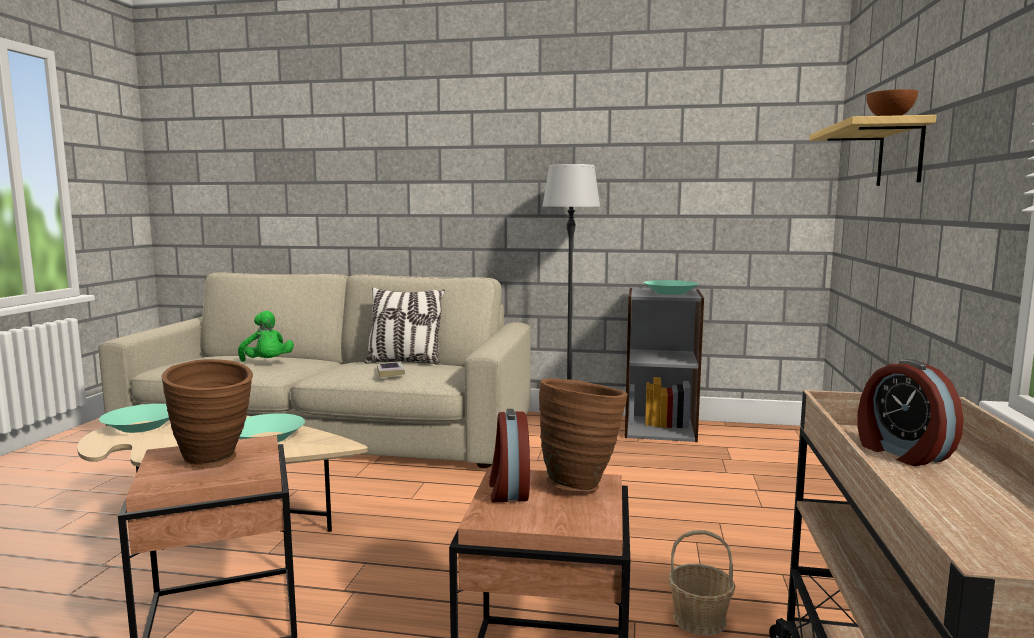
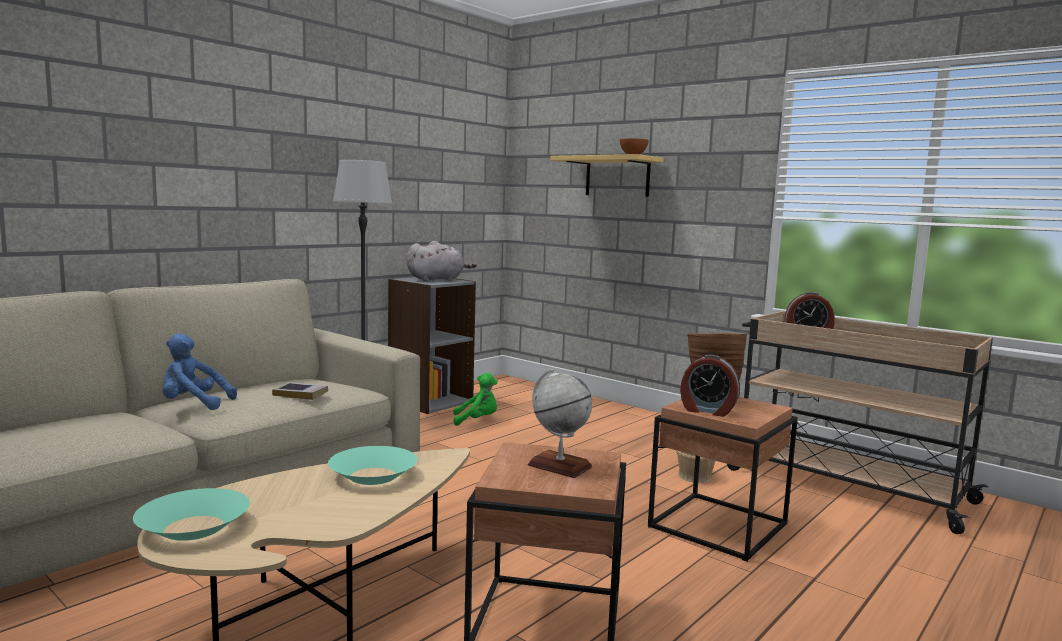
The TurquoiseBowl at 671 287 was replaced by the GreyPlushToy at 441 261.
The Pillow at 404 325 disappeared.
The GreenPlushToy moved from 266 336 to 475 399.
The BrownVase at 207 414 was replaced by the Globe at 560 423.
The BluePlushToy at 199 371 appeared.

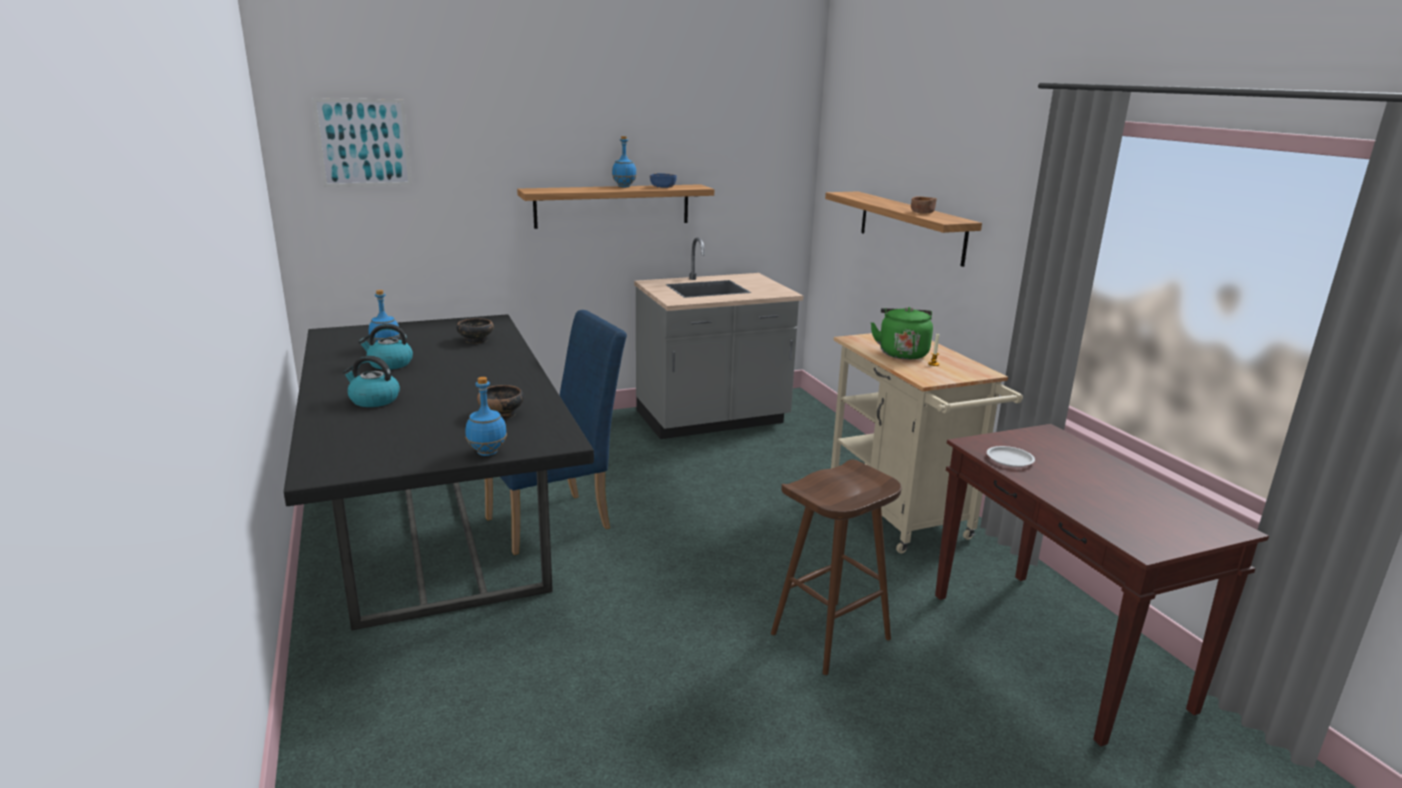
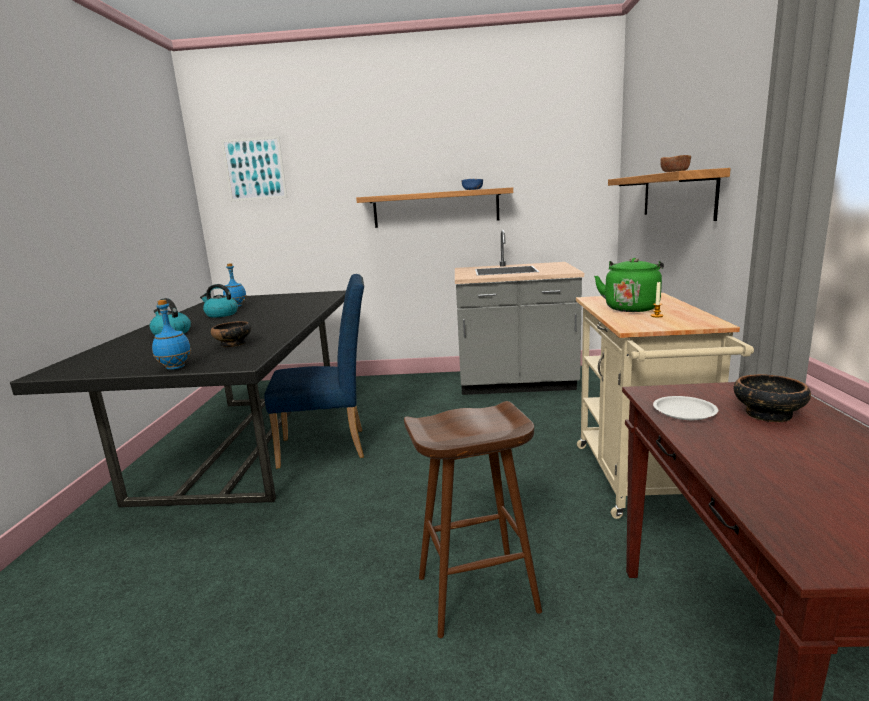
The BlueBottle at 624 162 disappeared.
The Bowl moved from 475 331 to 772 398.

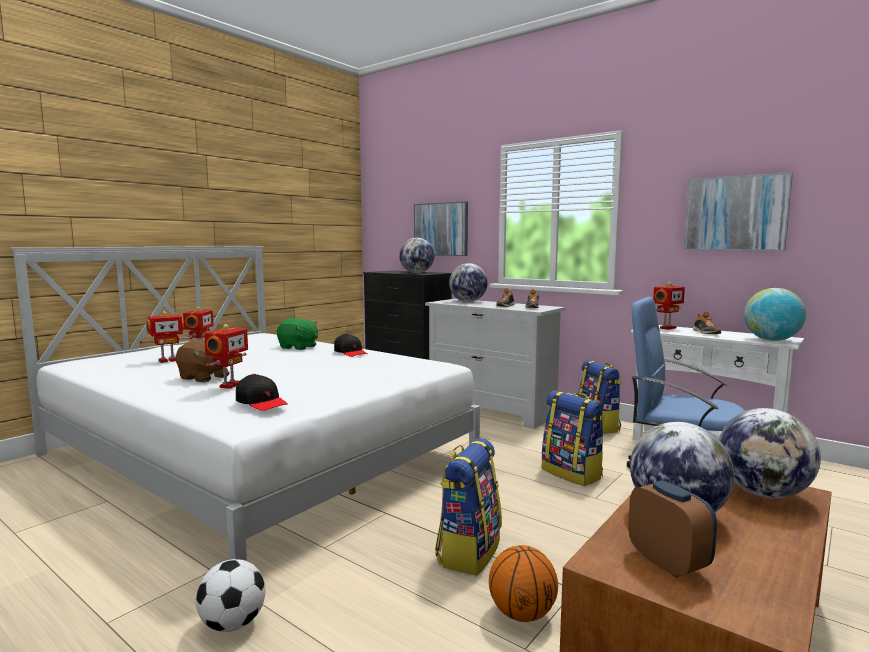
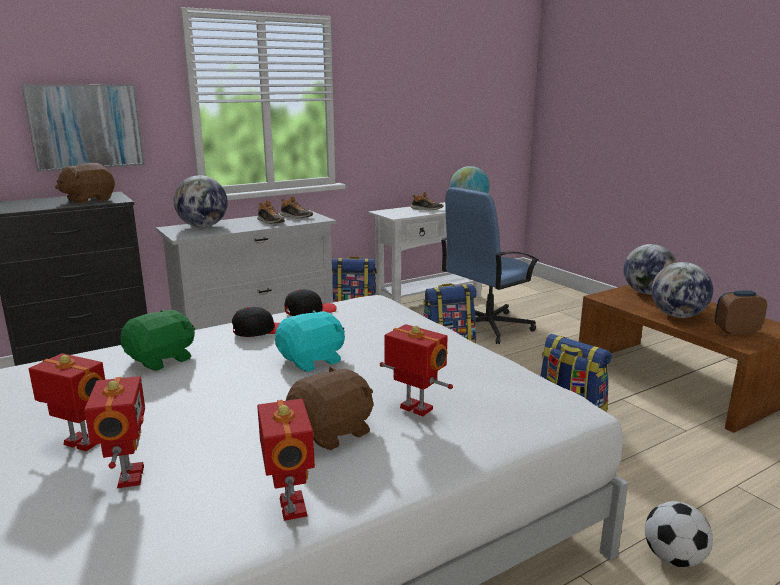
The Picture at 738 211 disappeared.
The Globe at 417 255 was replaced by the BrownPlushToy at 85 183.
The ToyRobot moved from 669 306 to 286 460.
The BlackCap moved from 262 392 to 311 302.
The Basketball at 523 583 disappeared.
The TurquoisePlushToy at 310 341 appeared.

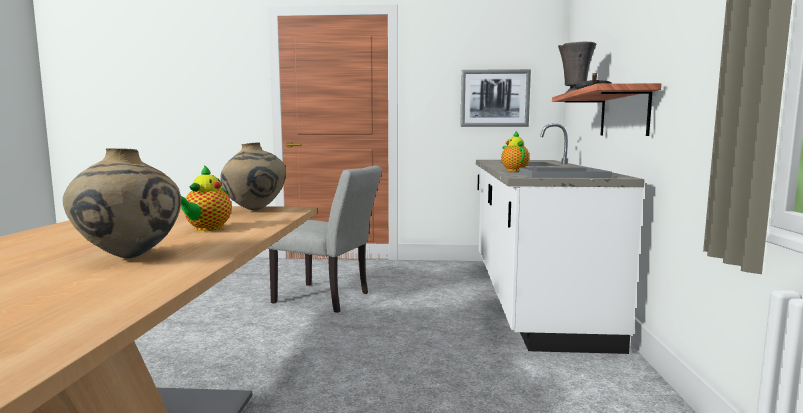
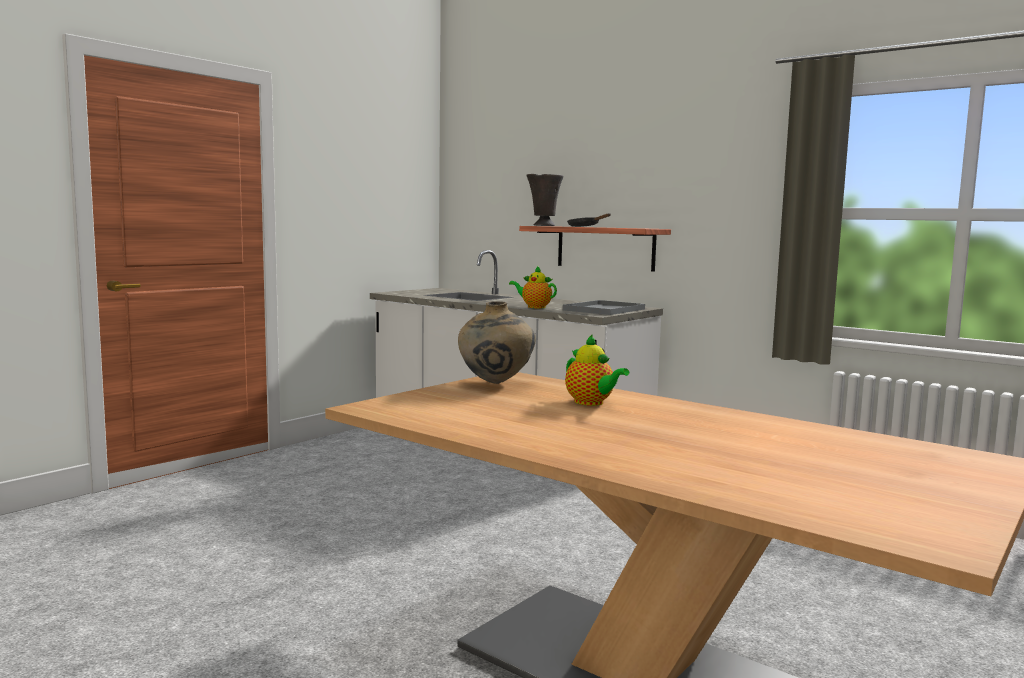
The Picture at 496 98 disappeared.
The BeigeVase at 122 203 disappeared.
The GreyChair at 324 239 disappeared.

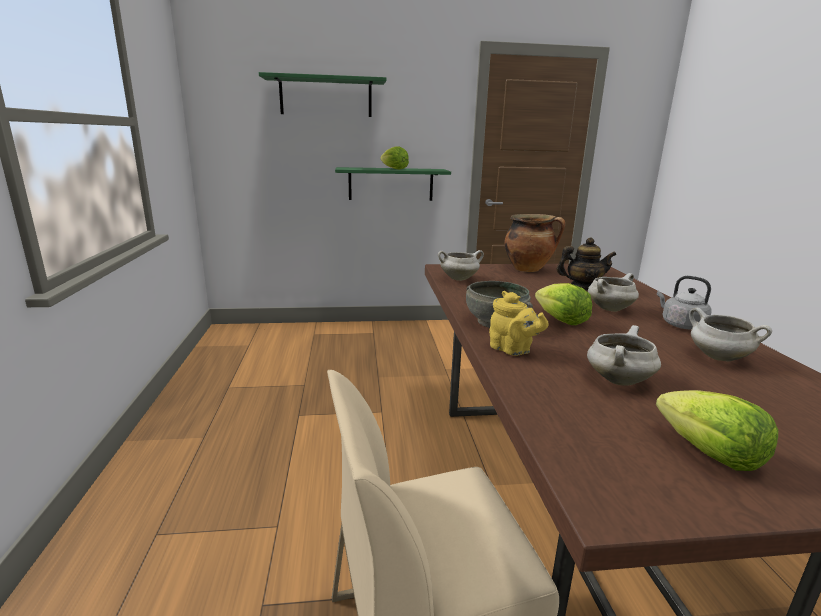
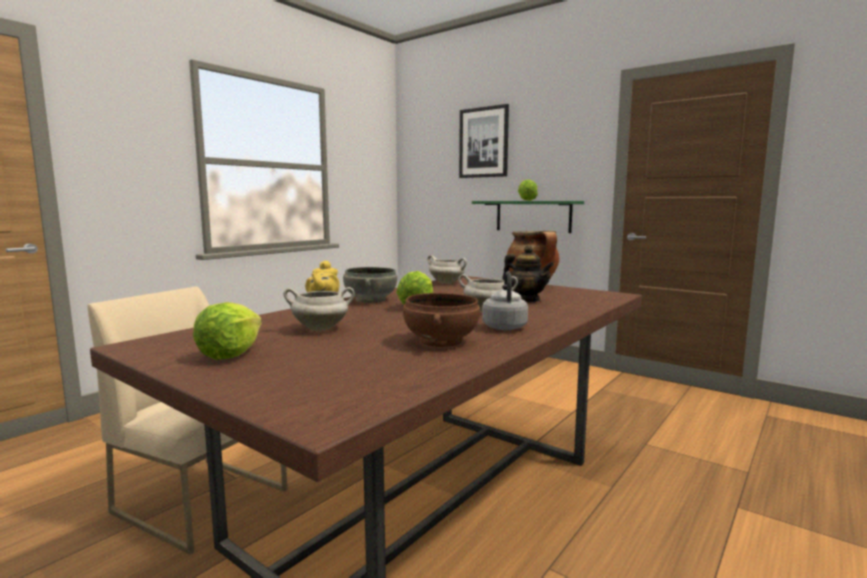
The GreenShelf at 322 94 was replaced by the Picture at 484 141.
The WhiteCookingPot at 730 334 was replaced by the BrownBowl at 441 320.

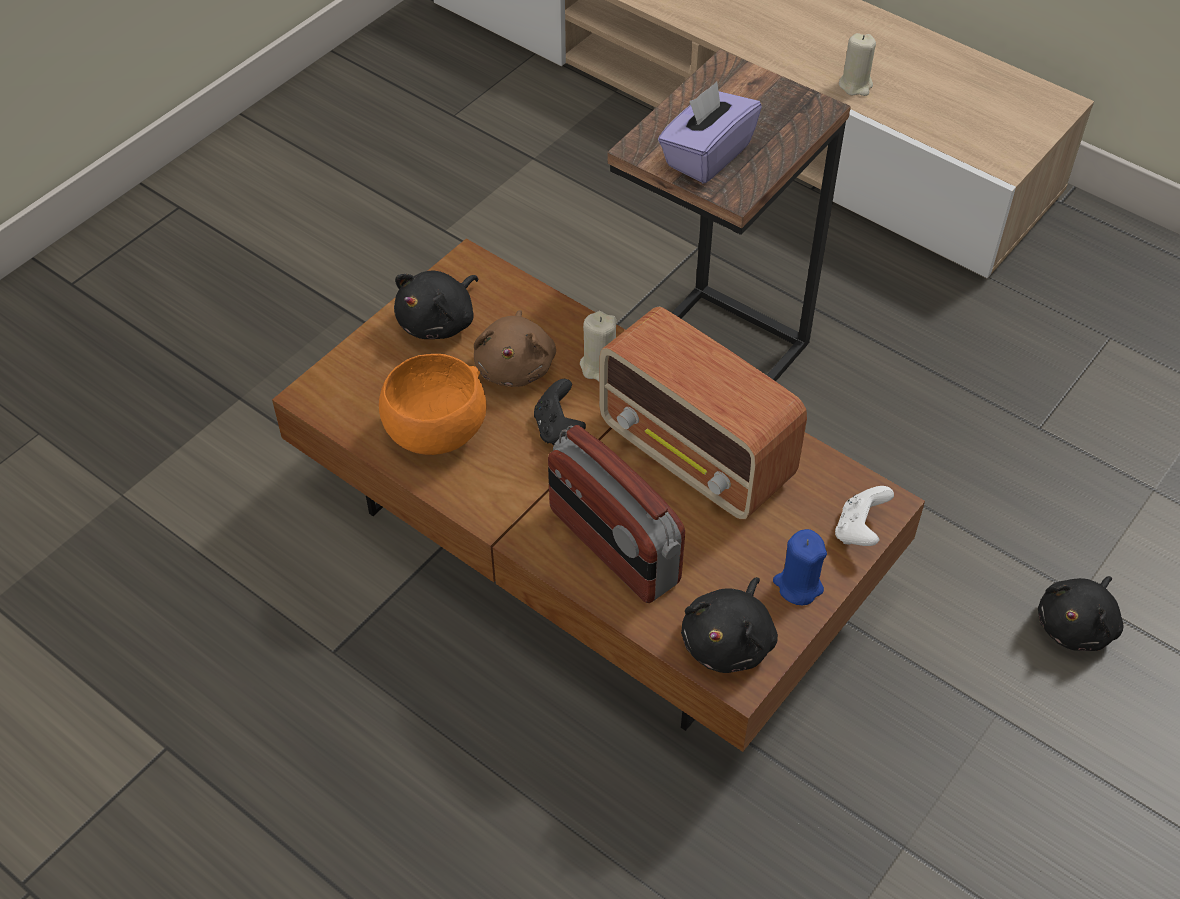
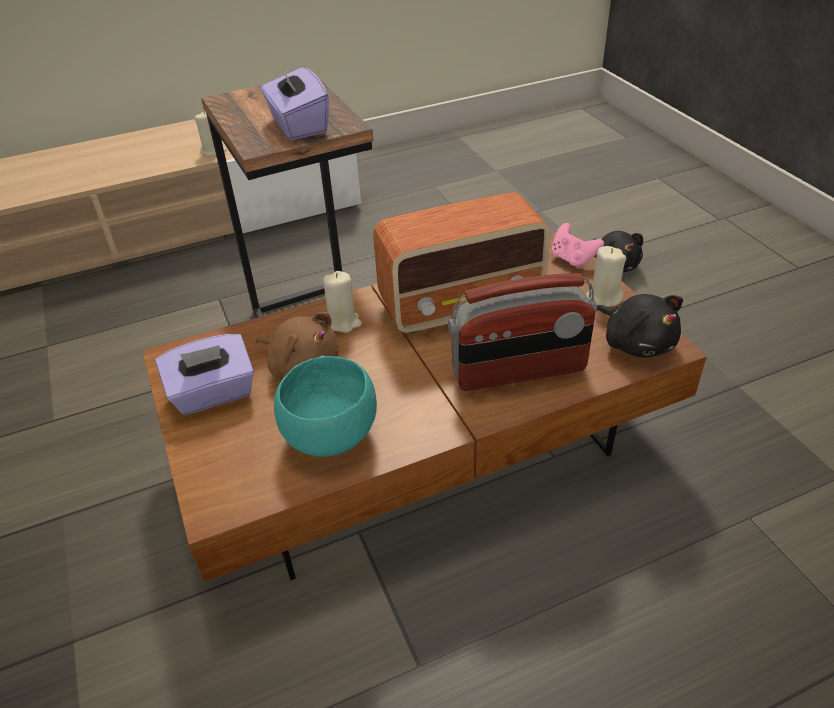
The BlackPlushToy at 436 305 was replaced by the PurpleTissueBox at 204 374.
The OrangeBowl at 432 404 became the TurquoiseBowl at 325 406.
The BlackGameController at 560 412 disappeared.
The WhiteGameController at 864 516 became the PinkGameController at 578 246.
The BlueCandle at 800 567 became the BeigeCandle at 606 276.

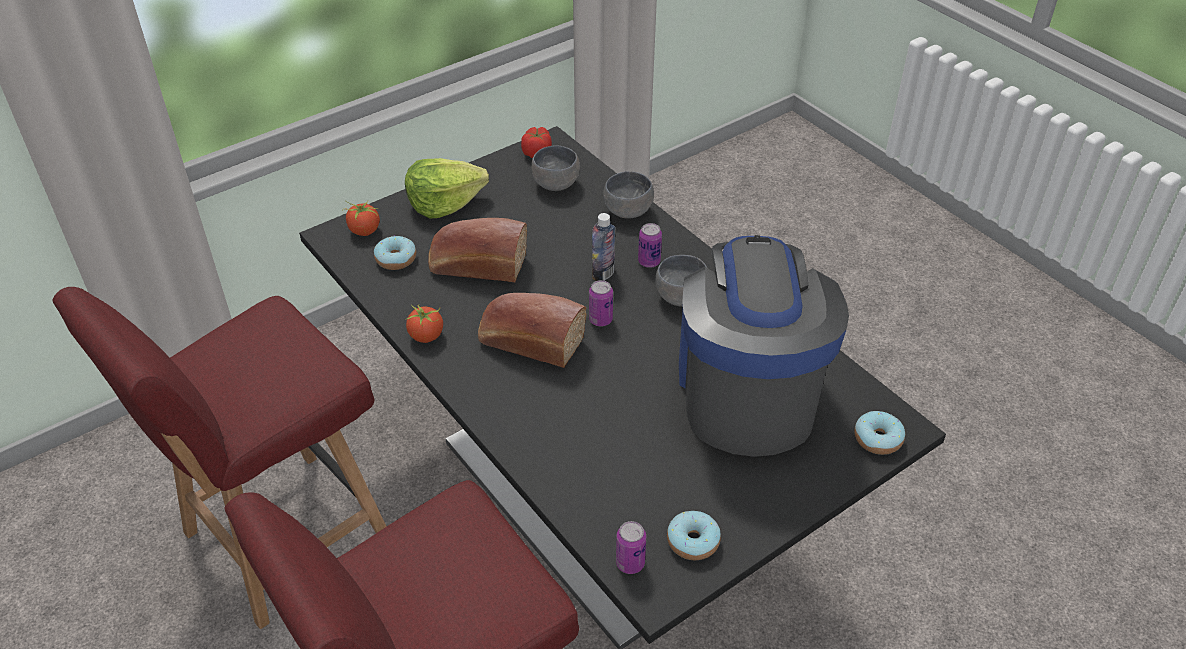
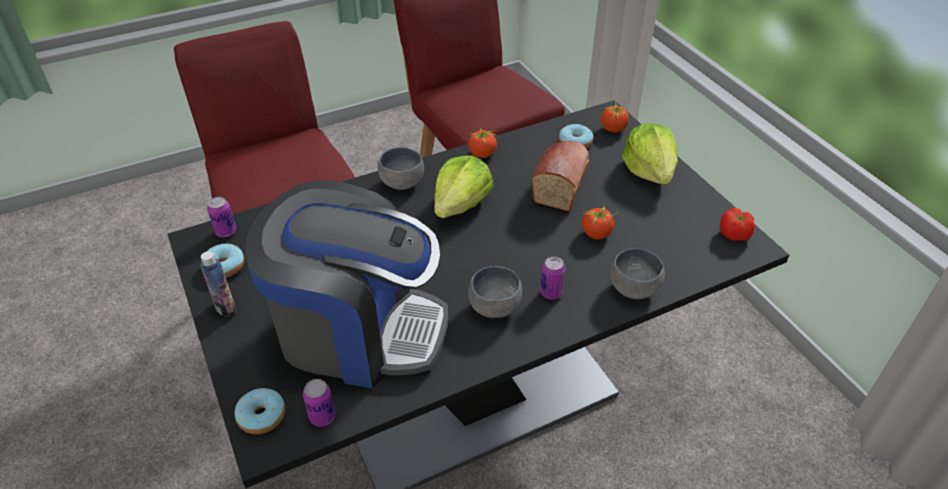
The GreyBowl moved from 555 168 to 401 168.
The Bottle moved from 603 247 to 218 284.
The Can moved from 601 303 to 319 403.
The Bread at 532 330 was replaced by the Lettuce at 464 187.
The Tomato at 599 223 appeared.

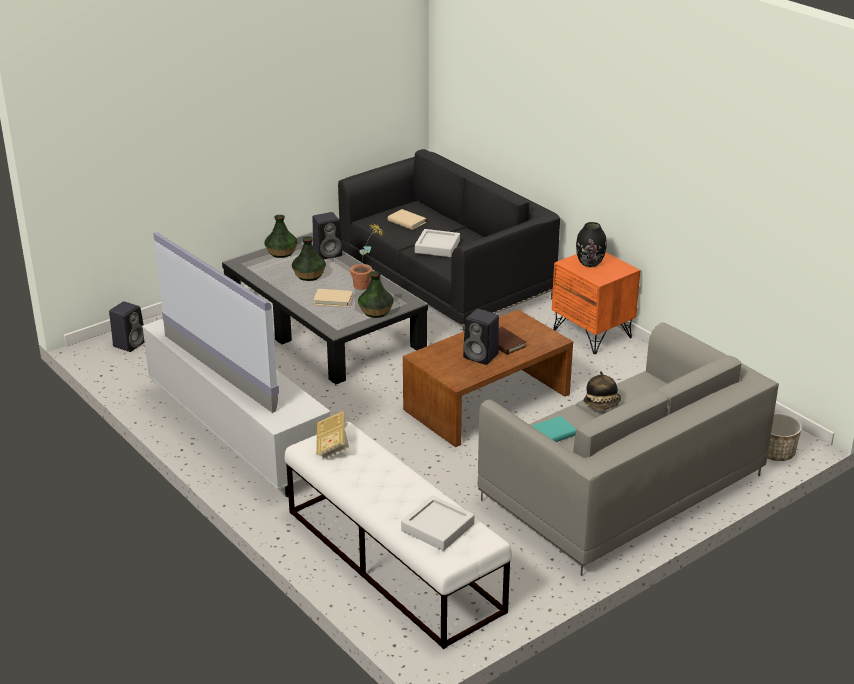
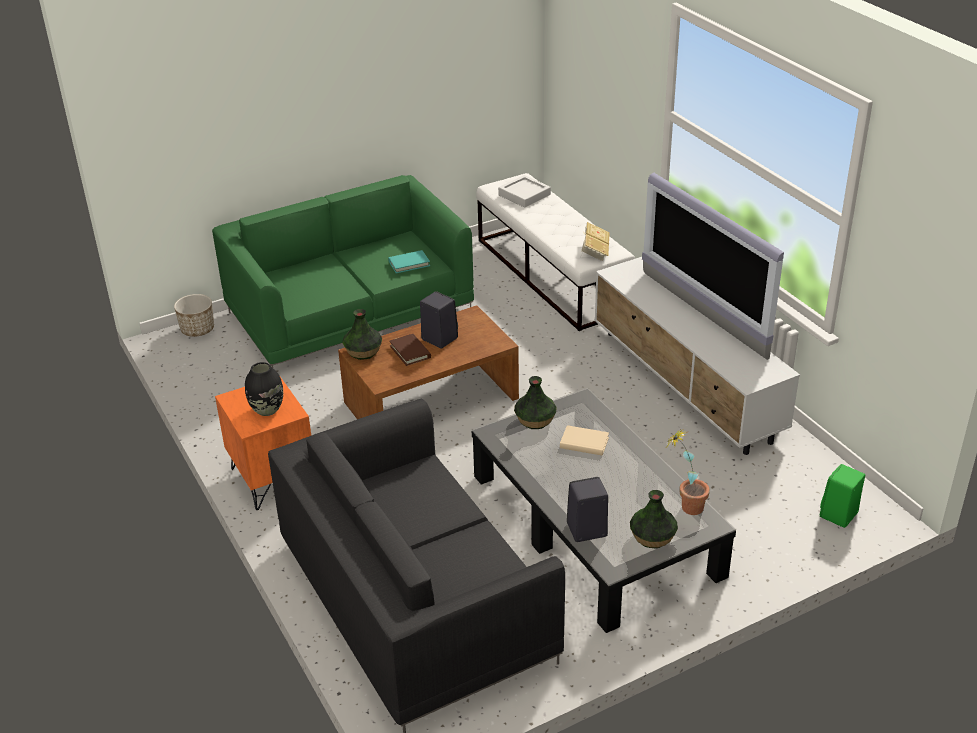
The BeigeBook at 406 219 disappeared.
The PottedPlant moved from 367 256 to 688 472.
The GreyTray at 437 243 disappeared.
The Vase moved from 309 258 to 362 334.
The BlackSpeaker at 127 326 became the GreenSpeaker at 842 496.
The GreySofa at 628 449 became the GreenSofa at 343 271.
The Hat at 602 390 disappeared.

